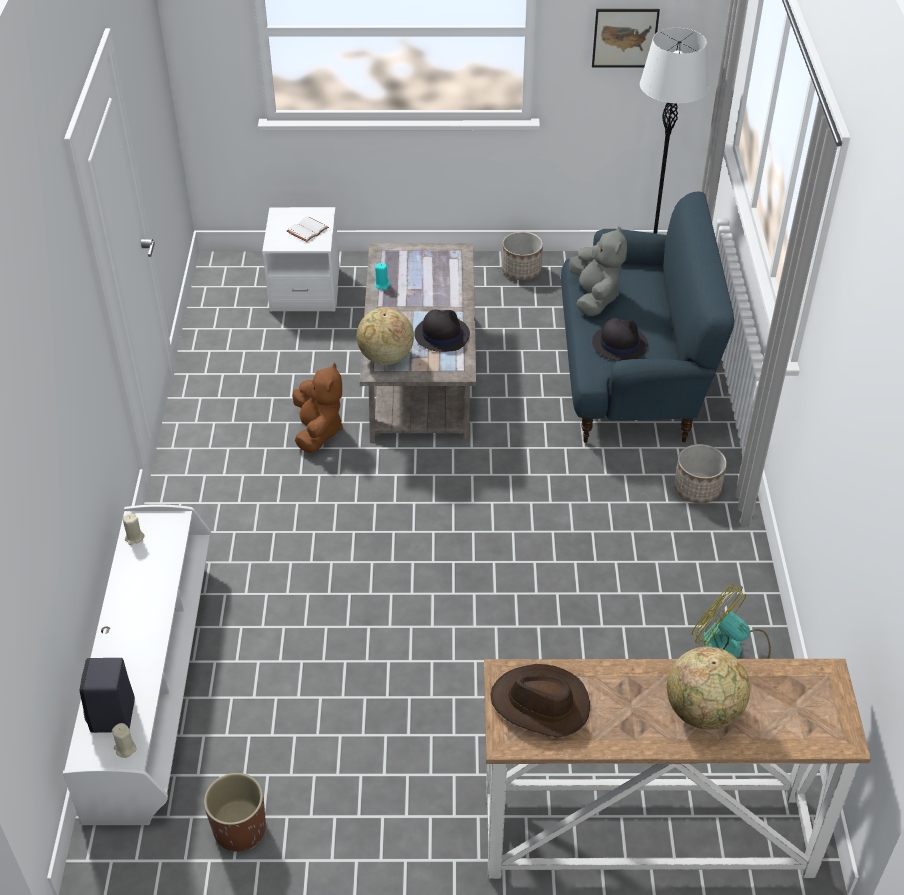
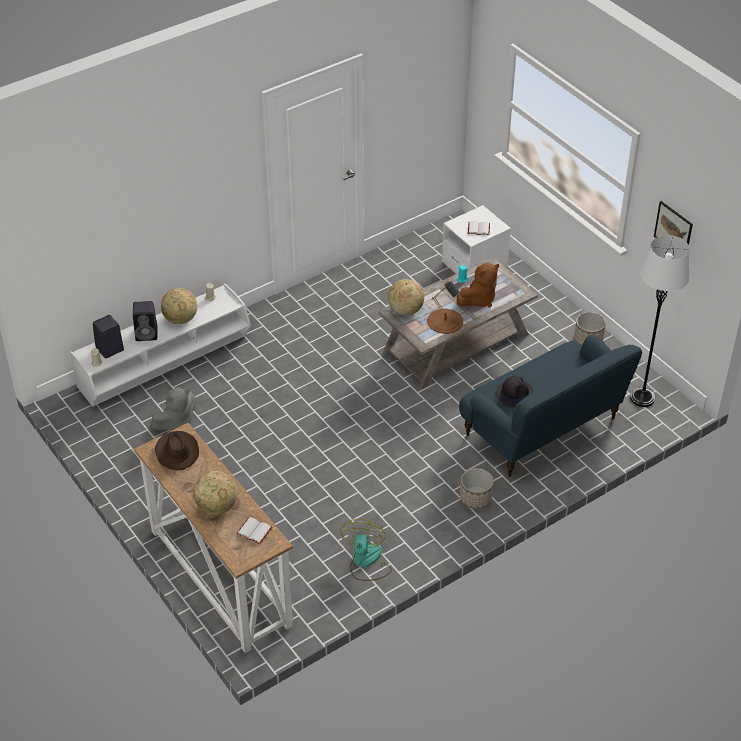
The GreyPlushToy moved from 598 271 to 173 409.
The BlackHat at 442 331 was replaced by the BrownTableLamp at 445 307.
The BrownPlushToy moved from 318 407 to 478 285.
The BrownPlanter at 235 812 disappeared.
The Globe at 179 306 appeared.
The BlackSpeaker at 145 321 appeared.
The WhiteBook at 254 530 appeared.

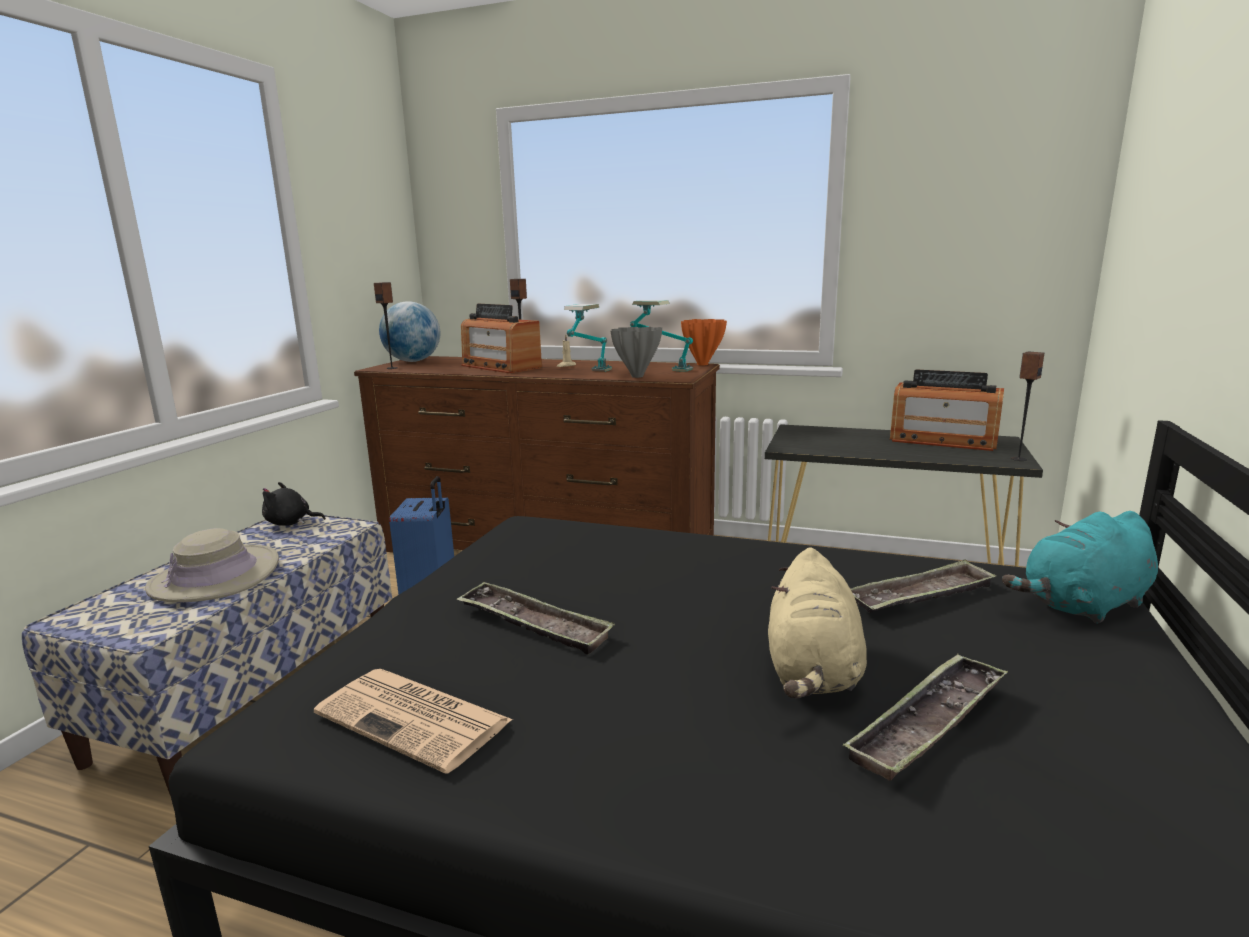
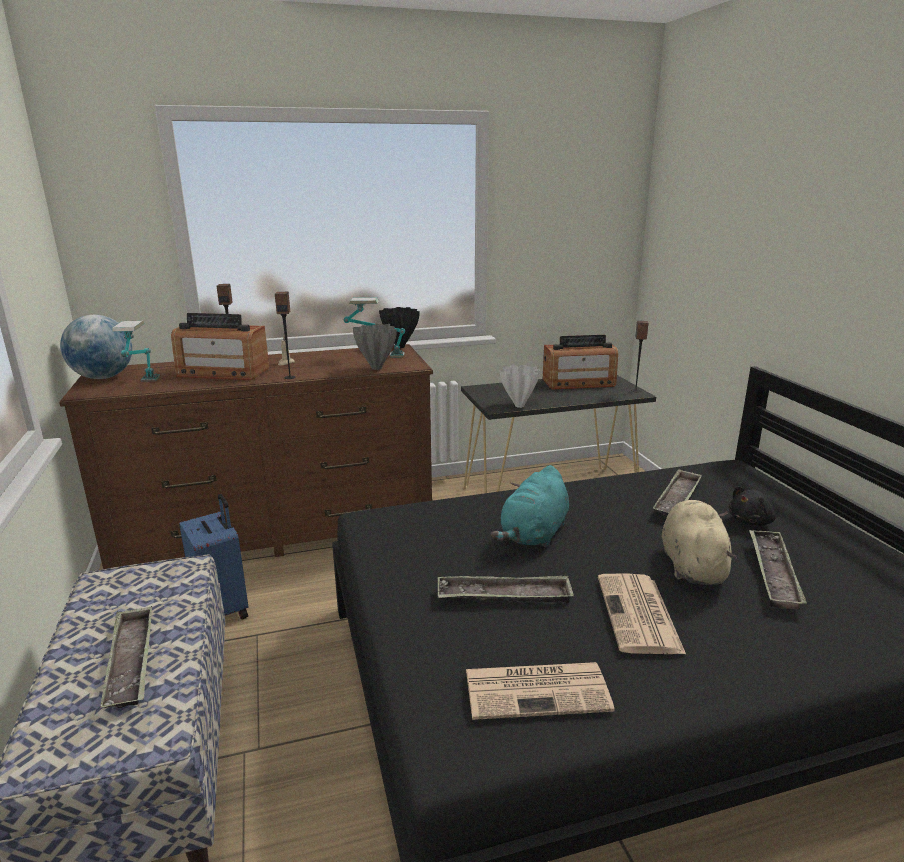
The Speaker moved from 386 325 to 285 335.
The TableLamp moved from 588 338 to 136 351.
The OrangeVase at 704 342 became the BlackVase at 399 327.
The BlackPlushToy moved from 294 504 to 752 506.
The TurquoisePlushToy moved from 1080 567 to 530 506.
The BeigeHat at 212 565 was replaced by the Tray at 126 657.
The BeigePlushToy at 817 622 turned 150 degrees counterclockwise.
The WhiteVase at 519 386 appeared.
The Newspaper at 642 613 appeared.

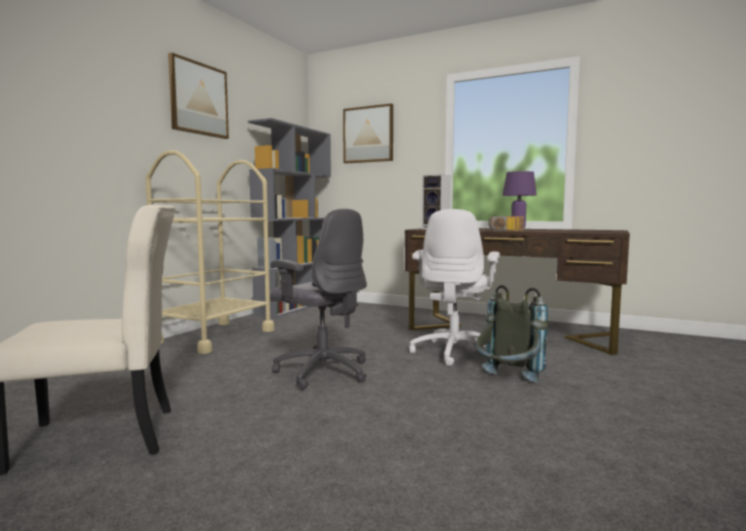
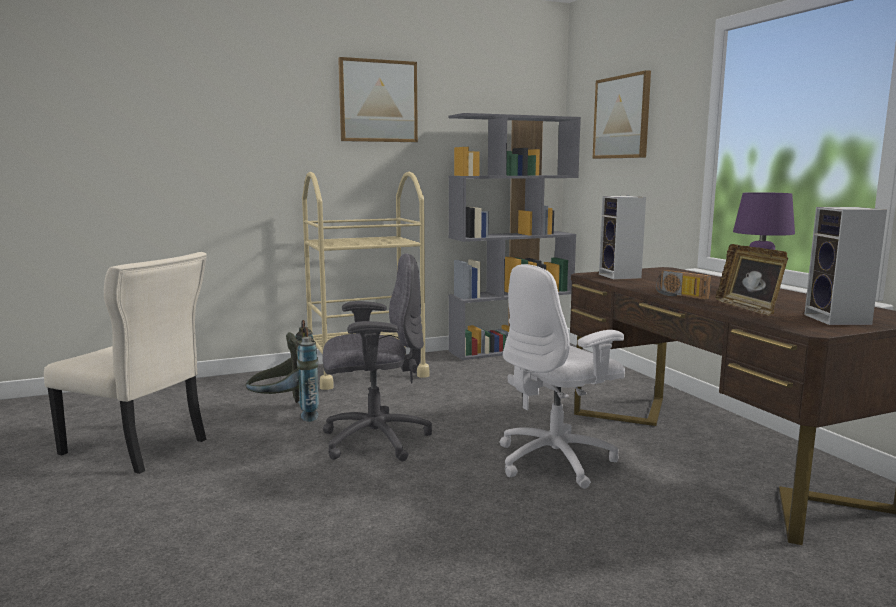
The GreyOfficeChair at 318 299 turned 90 degrees counterclockwise.
The GreyBackpack moved from 512 333 to 282 371.
The Speaker at 845 266 appeared.
The PictureFrame at 752 280 appeared.

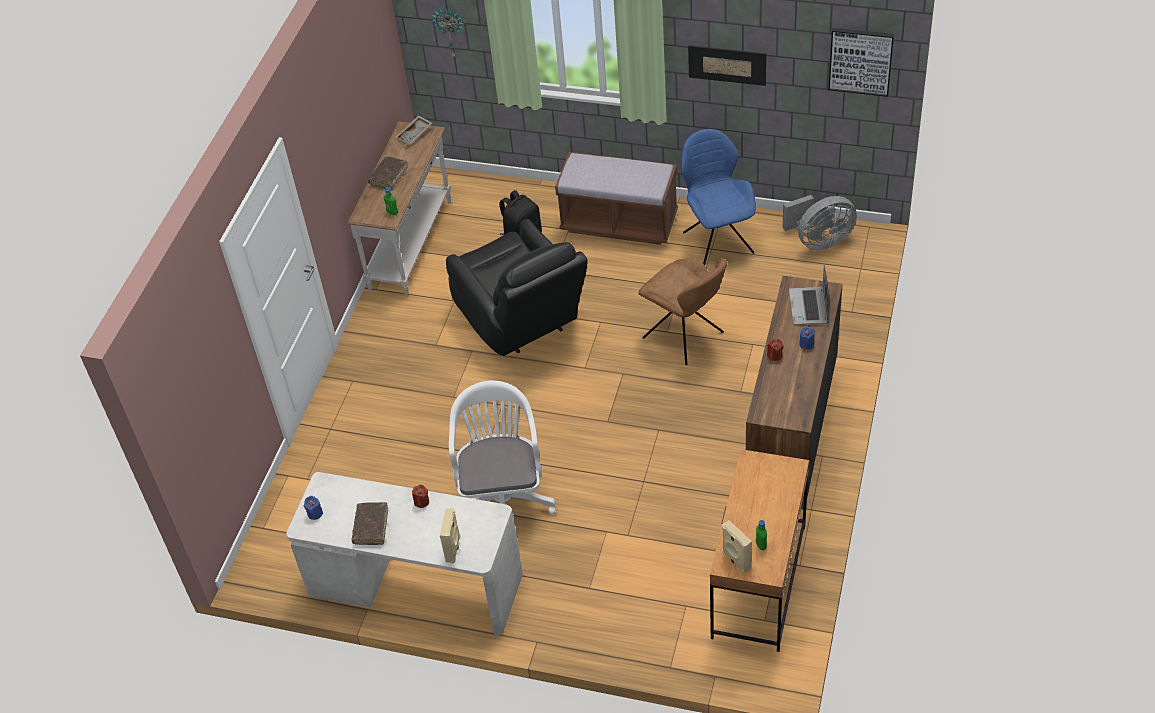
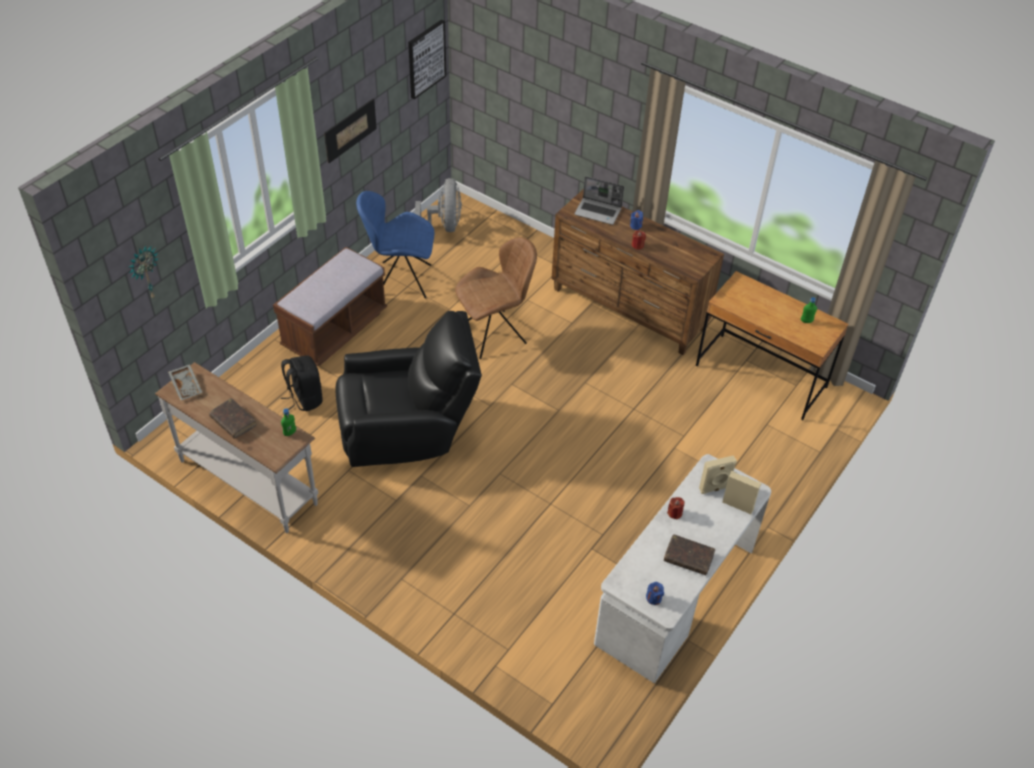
The WhiteOfficeChair at 502 447 disappeared.
The BeigeSpeaker moved from 737 546 to 718 474.

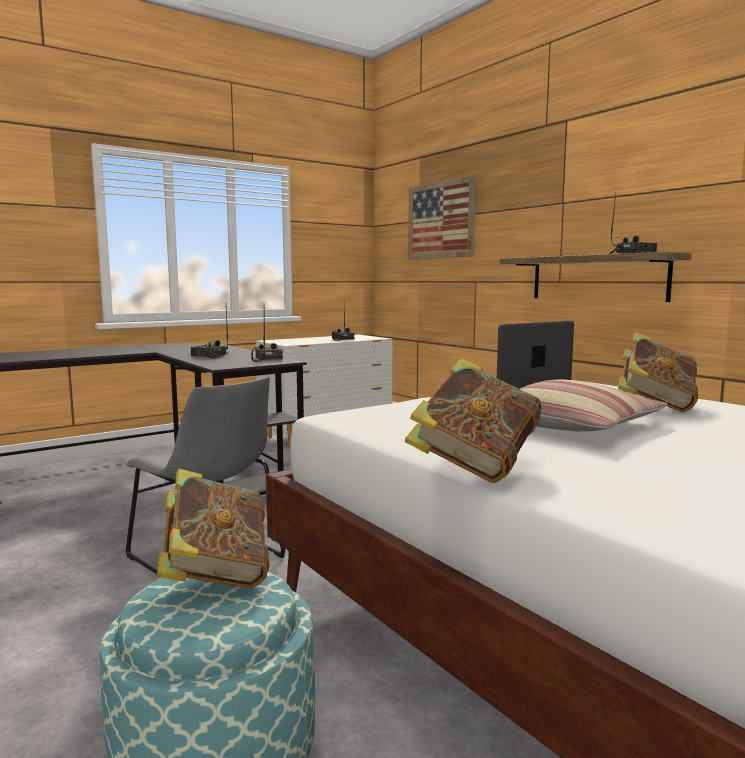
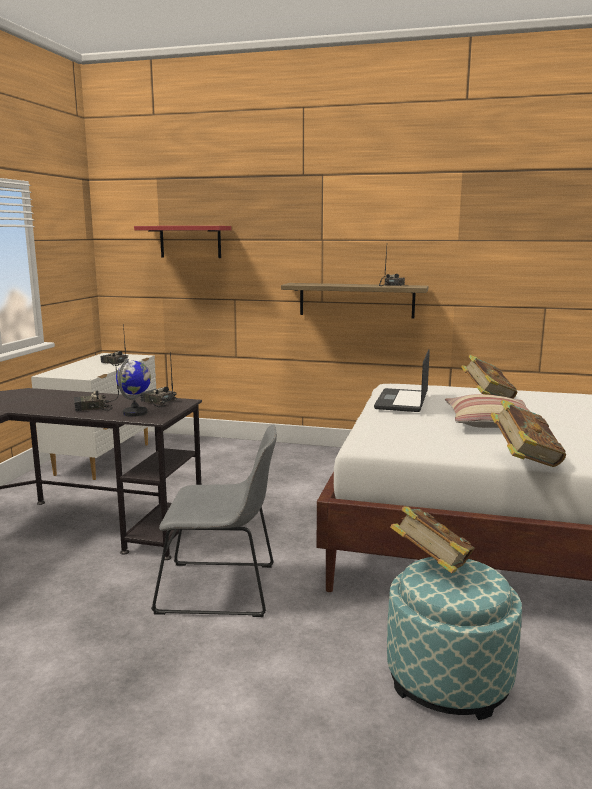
The Picture at 442 217 was replaced by the RedShelf at 182 242.
The Globe at 133 387 appeared.

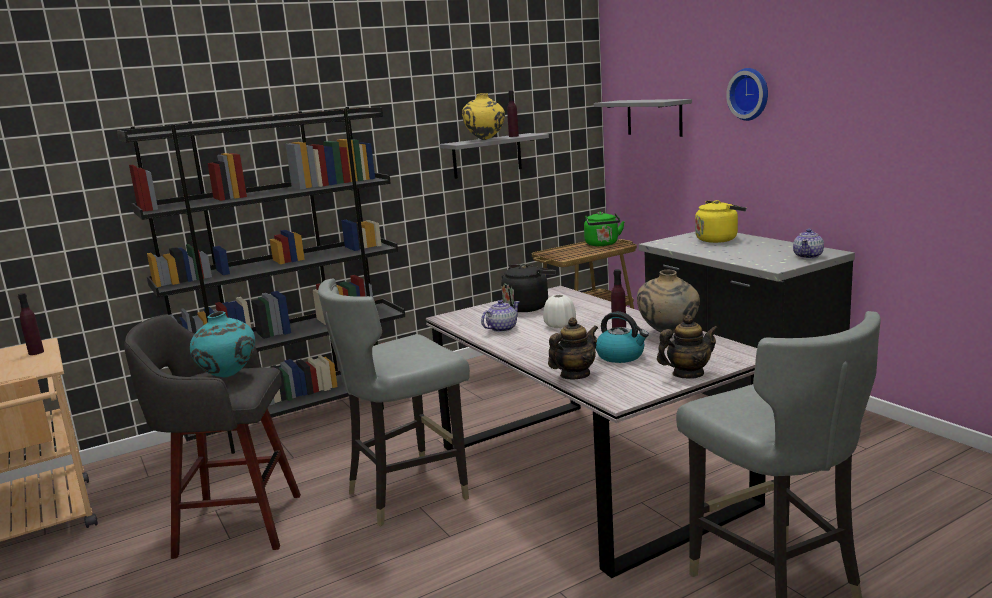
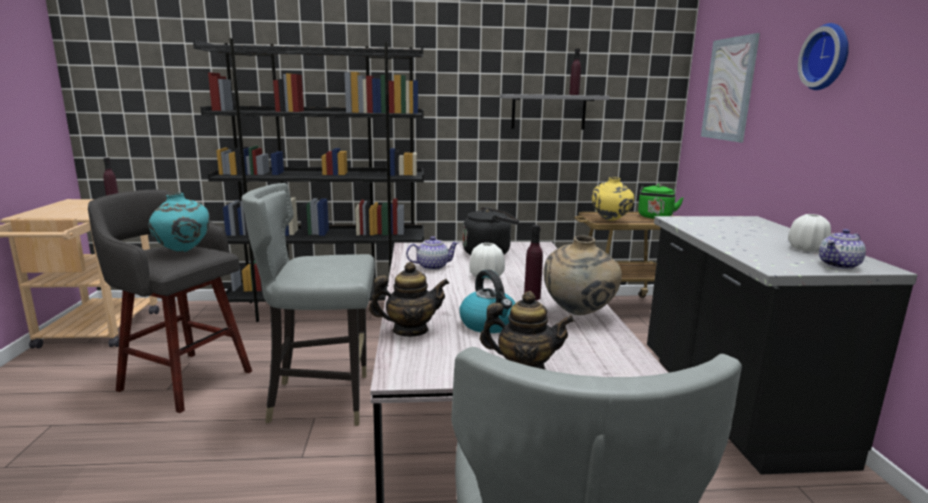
The YellowVase moved from 483 116 to 613 199.
The GreyShelf at 643 118 was replaced by the Picture at 730 88.
The YellowKettle at 720 221 disappeared.
The WhiteVase at 809 233 appeared.

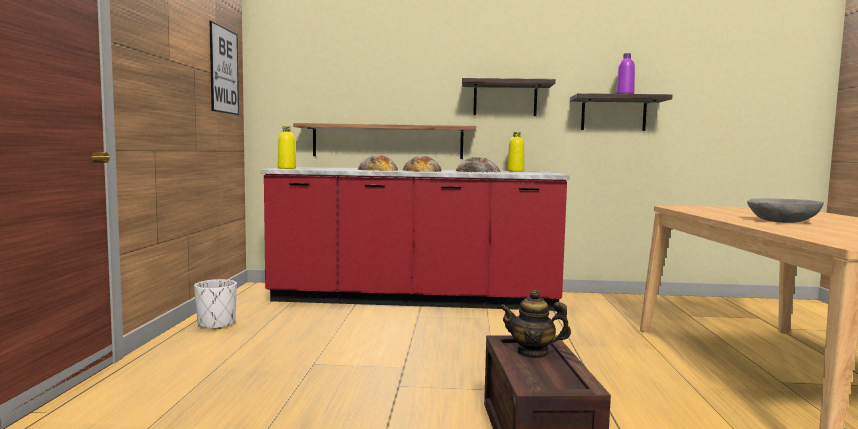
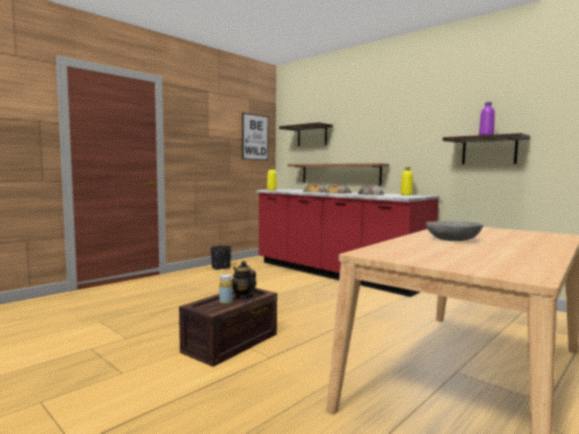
The Shelf moved from 508 97 to 306 134.
The WhitePlanter at 215 304 became the BlackPlanter at 221 257.
The YellowBottle at 226 289 appeared.

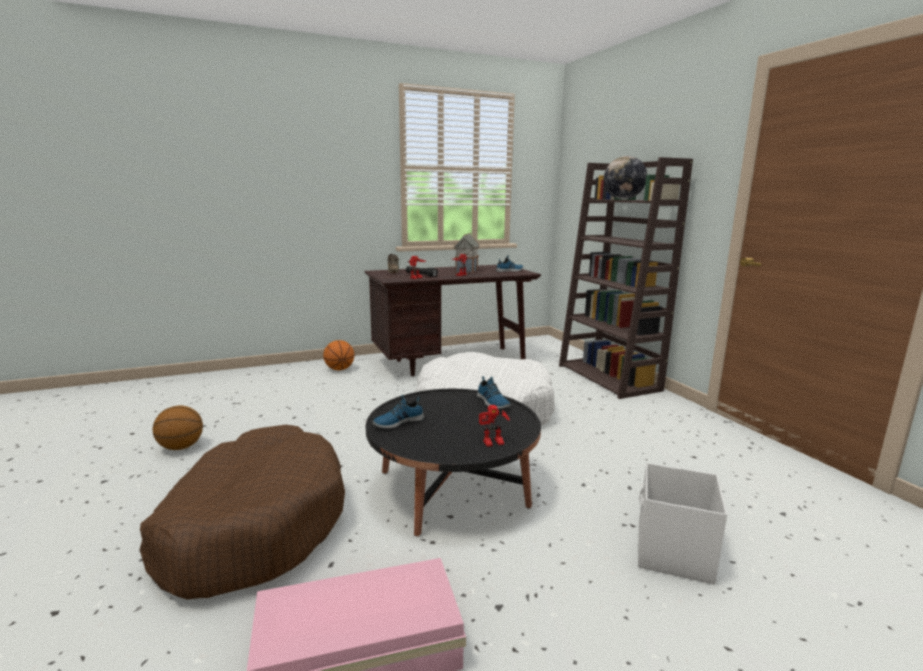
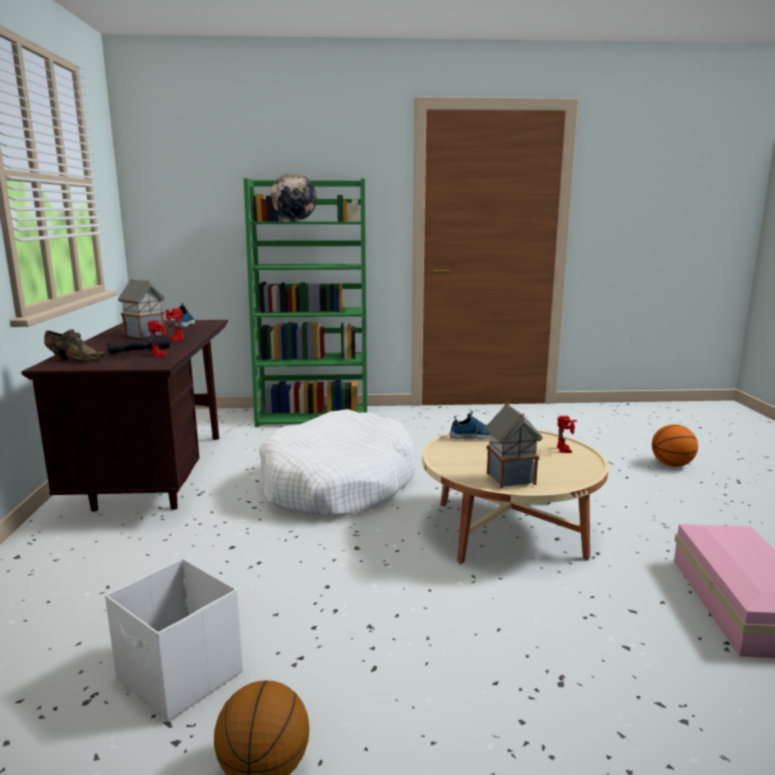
The BrownBookcase at 626 278 became the GreenBookcase at 305 302.
The Basketball moved from 338 355 to 675 445.
The BlackCoffeeTable at 453 463 became the BeigeCoffeeTable at 515 497.
The Shoe at 398 411 was replaced by the ToyHouse at 514 445.
The BrownDogBed at 242 512 disappeared.
The WhiteStorageBox moved from 682 523 to 174 640.

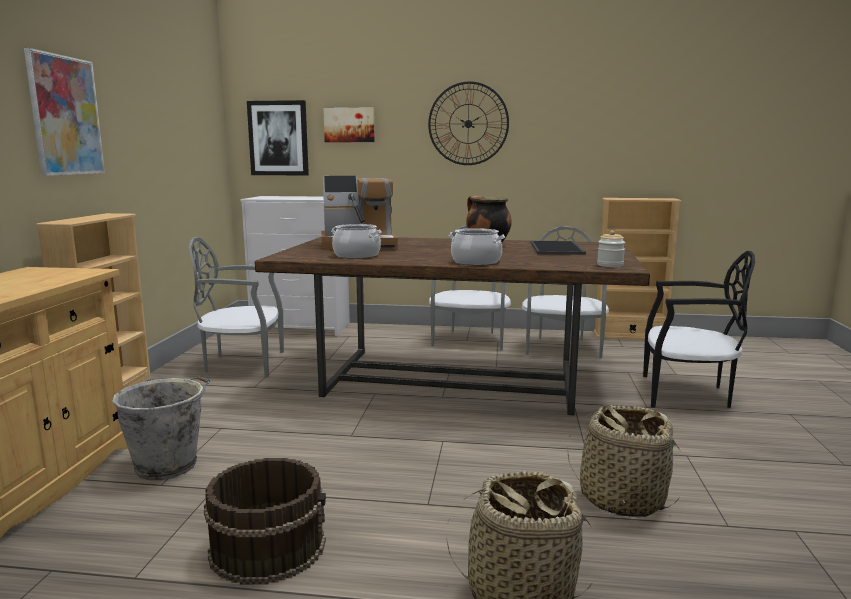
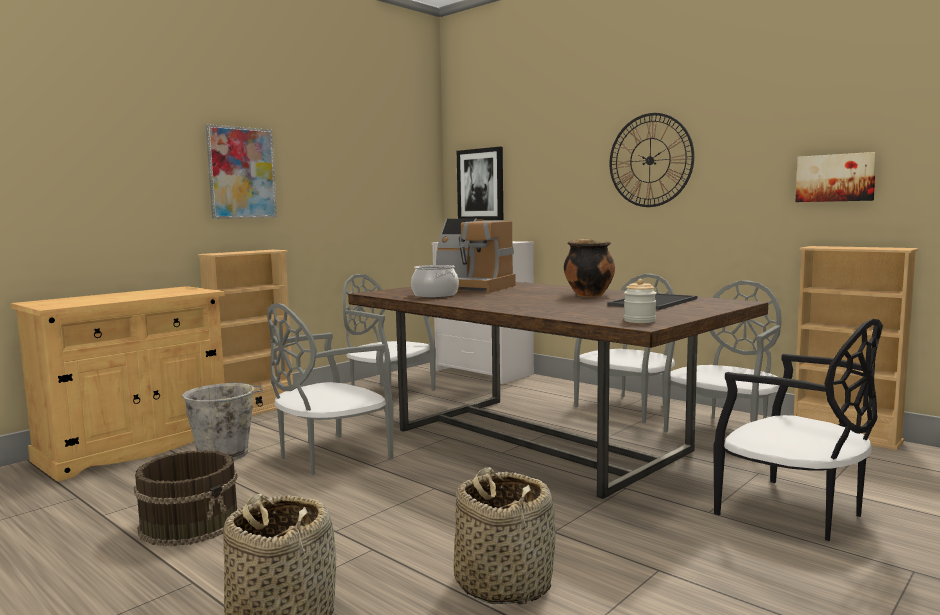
The Picture moved from 349 124 to 836 177.
The CookingPot at 477 246 disappeared.
The GreyChair at 330 389 appeared.

